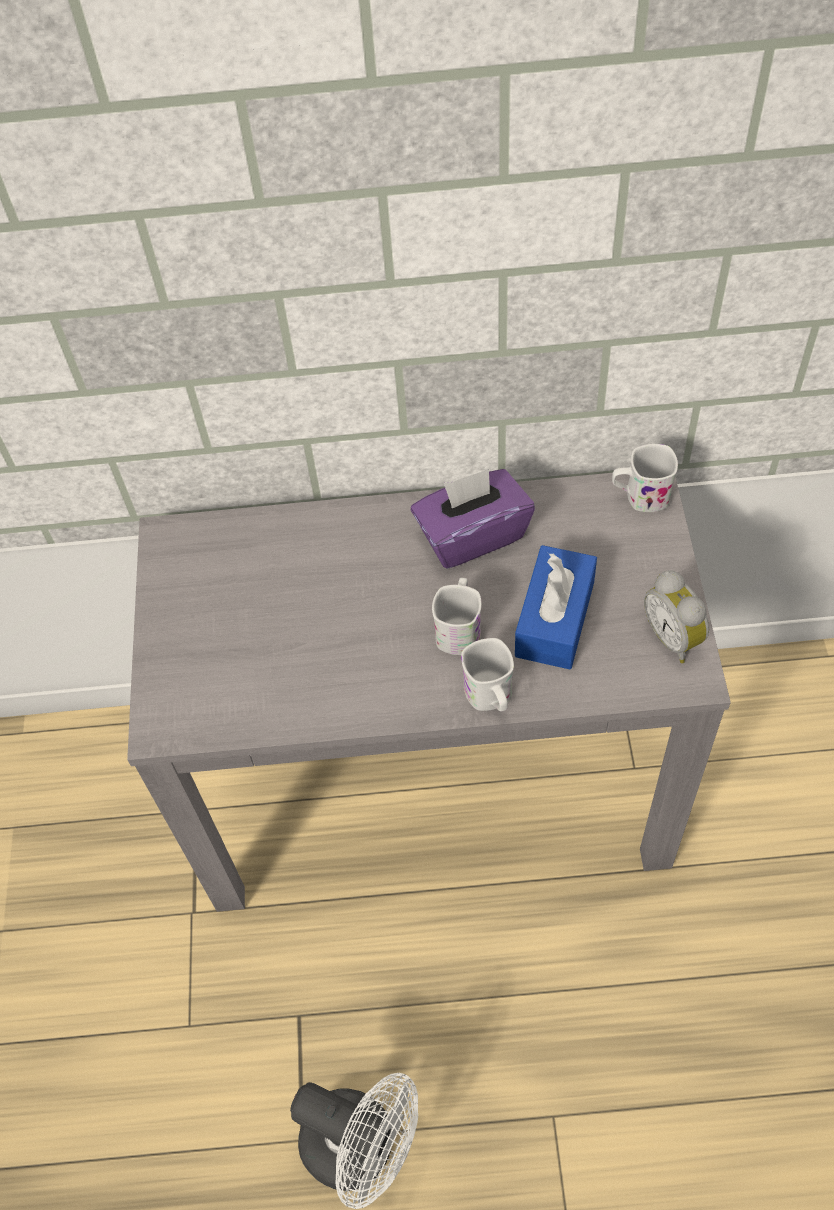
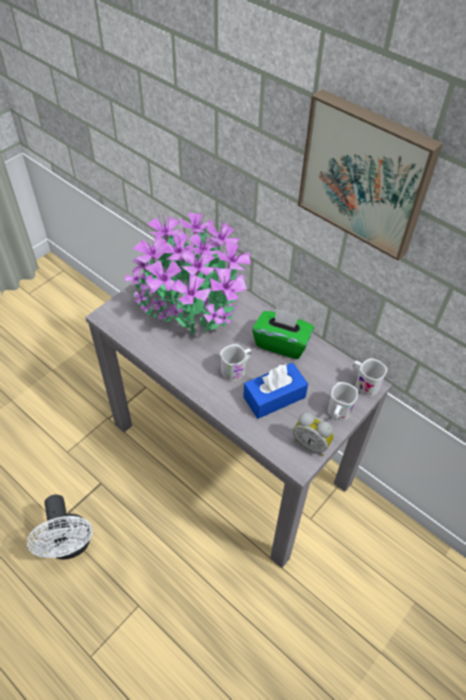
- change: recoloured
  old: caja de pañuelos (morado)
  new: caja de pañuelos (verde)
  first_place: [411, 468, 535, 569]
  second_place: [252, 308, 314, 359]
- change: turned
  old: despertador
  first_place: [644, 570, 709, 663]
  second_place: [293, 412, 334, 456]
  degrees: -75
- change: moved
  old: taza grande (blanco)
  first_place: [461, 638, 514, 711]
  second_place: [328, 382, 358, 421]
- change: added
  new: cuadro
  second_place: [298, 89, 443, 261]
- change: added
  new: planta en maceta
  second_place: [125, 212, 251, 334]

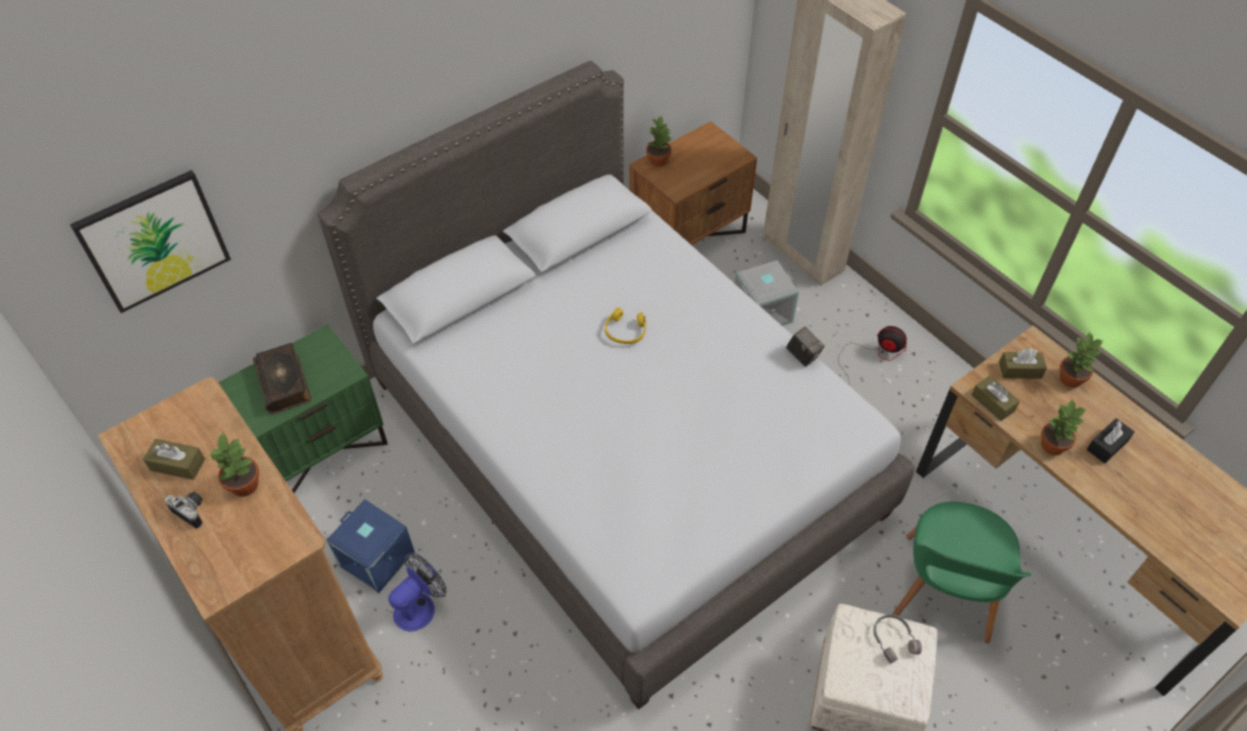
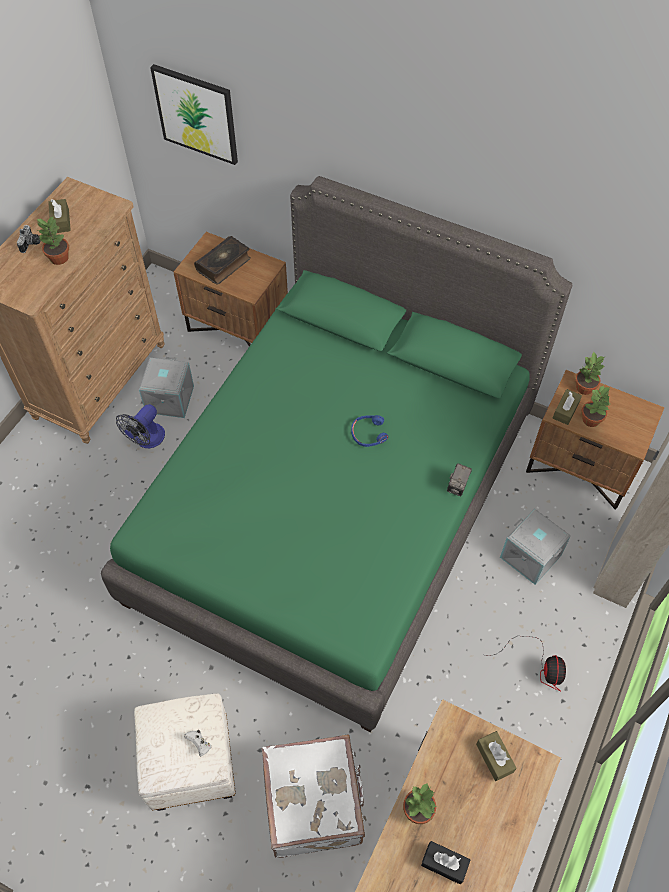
- change: recoloured
  old: cama (gris)
  new: cama (verde)
  first_place: [318, 61, 915, 710]
  second_place: [101, 176, 573, 732]
- change: recoloured
  old: auriculares (amarillo)
  new: auriculares (azul)
  first_place: [605, 307, 646, 344]
  second_place: [351, 415, 389, 447]
- change: recoloured
  old: mesita de noche (verde)
  new: mesita de noche (marrón)
  first_place: [218, 324, 388, 493]
  second_place: [174, 232, 288, 346]
- change: moved
  old: cámara
  first_place: [786, 327, 825, 367]
  second_place: [447, 463, 472, 496]
- change: moved
  old: planta en maceta
  first_place: [1060, 331, 1104, 388]
  second_place: [581, 385, 610, 427]
- change: moved
  old: caja de pañuelos (marrón)
  first_place: [972, 376, 1020, 421]
  second_place: [553, 389, 582, 425]
- change: recoloured
  old: caja de almacenaje (azul)
  new: caja de almacenaje (gris)
  first_place: [327, 500, 415, 593]
  second_place: [139, 357, 194, 418]
- change: replaced
  old: silla (verde)
  new: maleta (blanco)
  first_place: [893, 502, 1031, 644]
  second_place: [262, 734, 367, 858]
- change: turned
  old: ventilador
  first_place: [388, 553, 446, 632]
  second_place: [116, 404, 165, 449]
  degrees: 105
- change: replaced
  old: auriculares (gris)
  new: mando de consola (blanco)
  first_place: [874, 614, 922, 664]
  second_place: [184, 730, 211, 756]

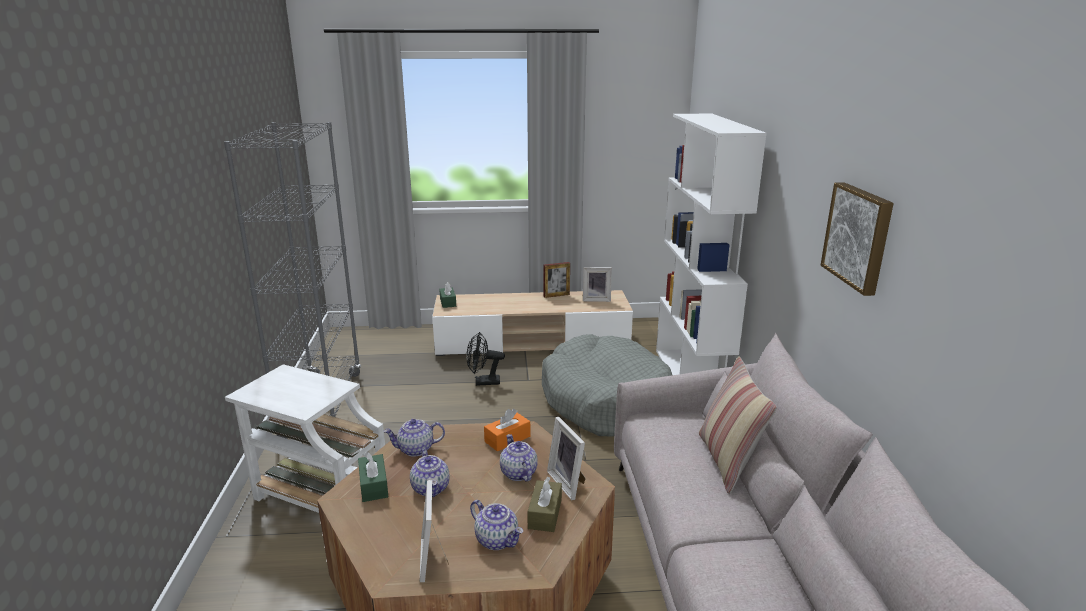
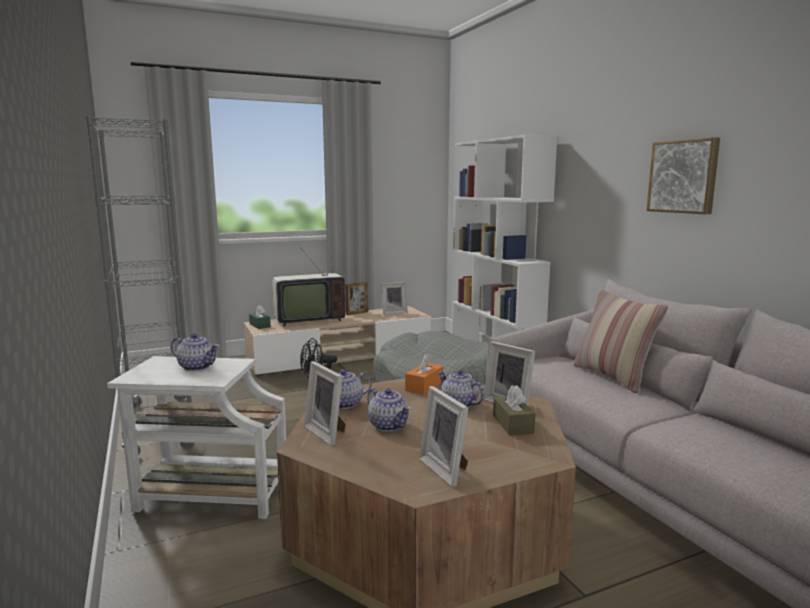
- change: replaced
  old: caja de pañuelos (verde)
  new: portarretratos
  first_place: [358, 452, 389, 502]
  second_place: [304, 361, 346, 446]
- change: moved
  old: tetera
  first_place: [470, 500, 523, 550]
  second_place: [171, 333, 219, 371]
- change: added
  new: televisor
  second_place: [272, 242, 345, 327]

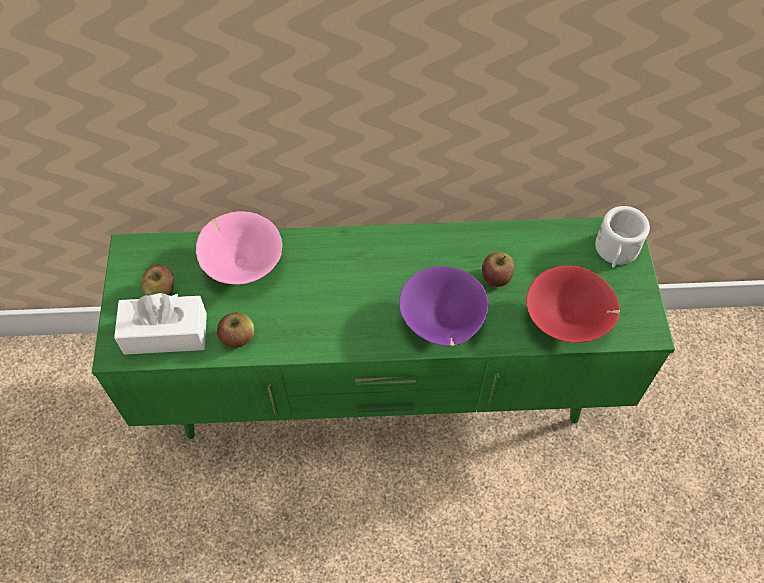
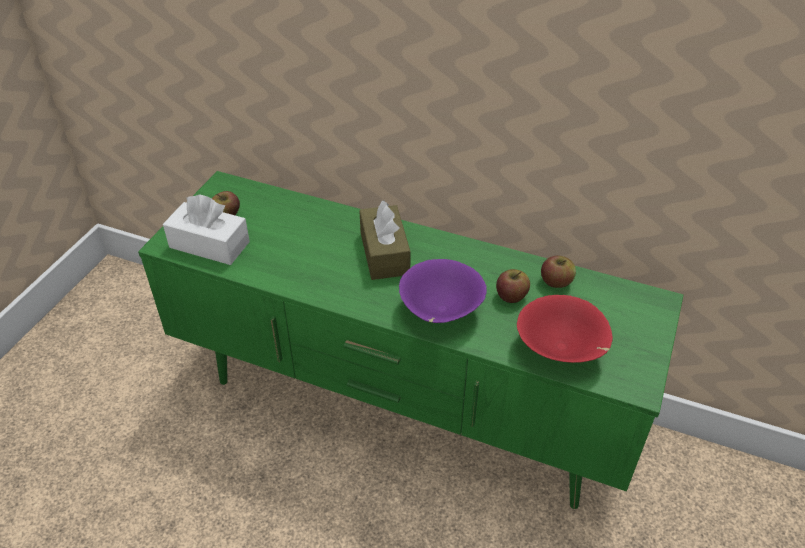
- change: removed
  old: taza grande (blanco)
  first_place: [595, 206, 650, 268]
- change: removed
  old: cuenco (rosa)
  first_place: [196, 211, 282, 285]
- change: moved
  old: manzana
  first_place: [217, 312, 254, 348]
  second_place: [541, 256, 576, 288]
- change: added
  new: caja de pañuelos (marrón)
  second_place: [359, 200, 411, 280]

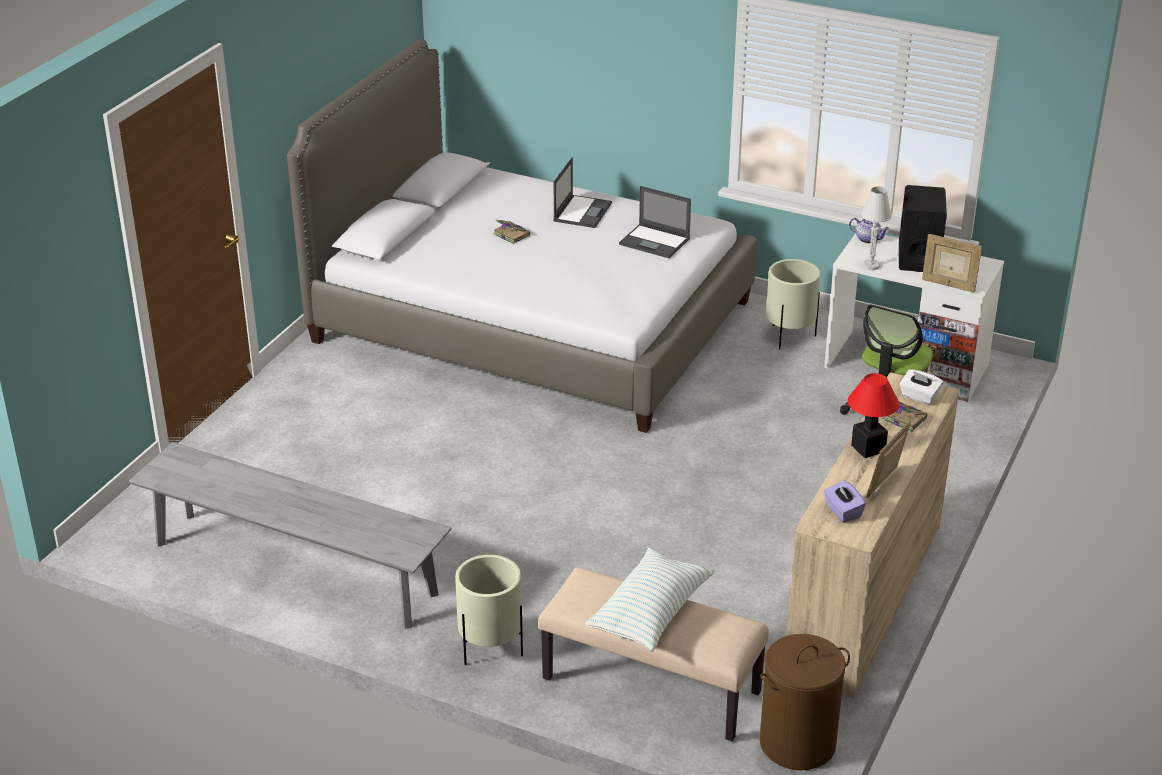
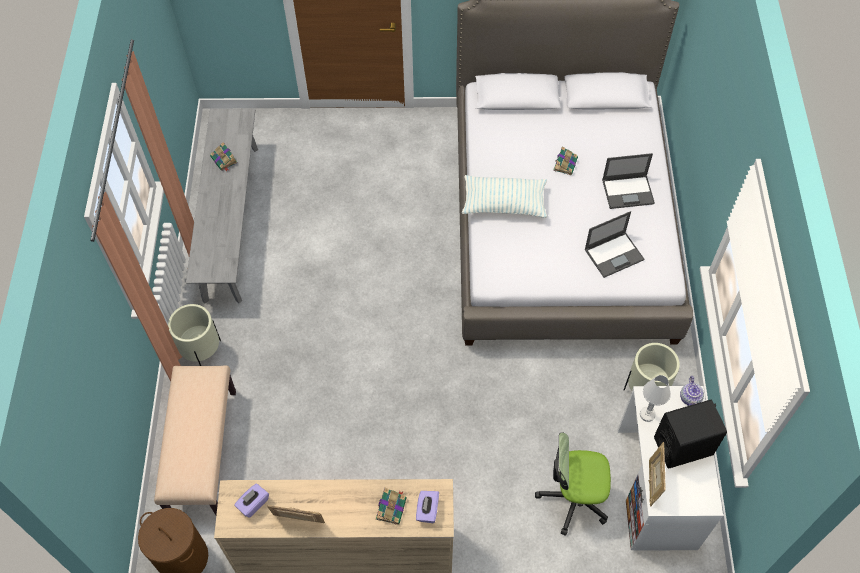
- change: turned
  old: portátil
  first_place: [619, 186, 691, 258]
  second_place: [584, 211, 644, 278]
  degrees: -120
- change: recoloured
  old: caja de pañuelos (blanco)
  new: caja de pañuelos (morado)
  first_place: [900, 370, 943, 405]
  second_place: [416, 491, 439, 523]
- change: removed
  old: lámpara de mesa
  first_place: [848, 373, 899, 458]
- change: moved
  old: cojín
  first_place: [585, 548, 714, 652]
  second_place: [462, 175, 547, 218]
- change: added
  new: libro
  second_place: [210, 142, 238, 172]

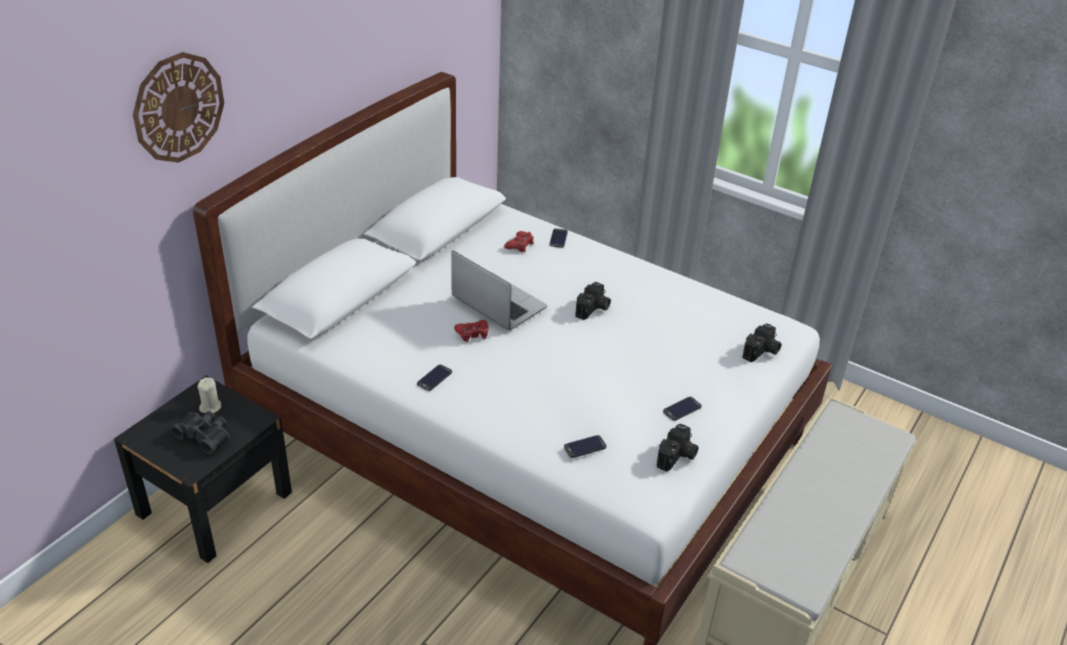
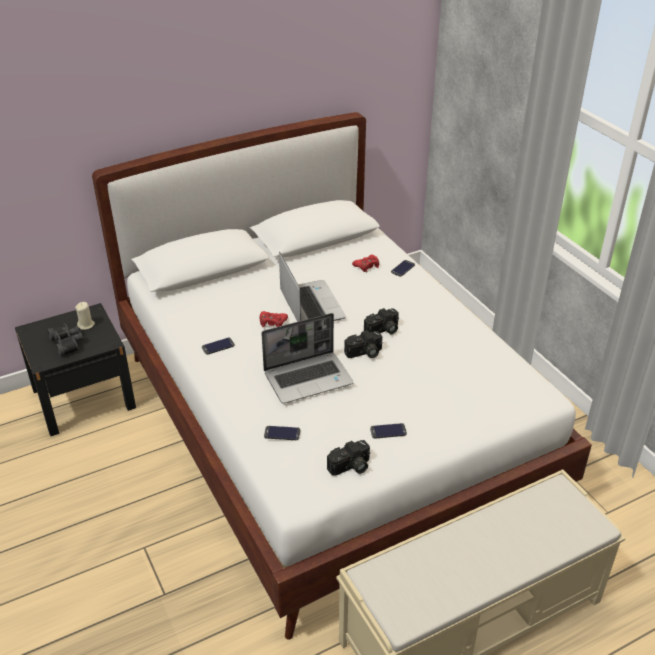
- change: removed
  old: reloj de pared
  first_place: [133, 52, 224, 163]
- change: moved
  old: cámara
  first_place: [743, 324, 782, 362]
  second_place: [344, 330, 383, 358]
- change: added
  new: portátil
  second_place: [261, 313, 354, 404]

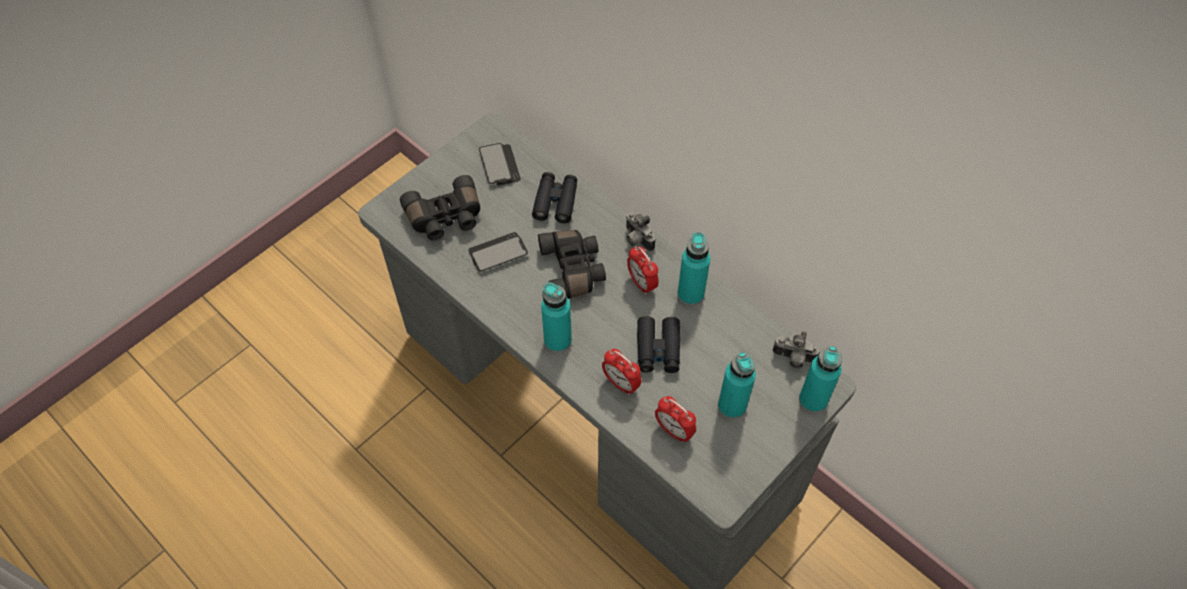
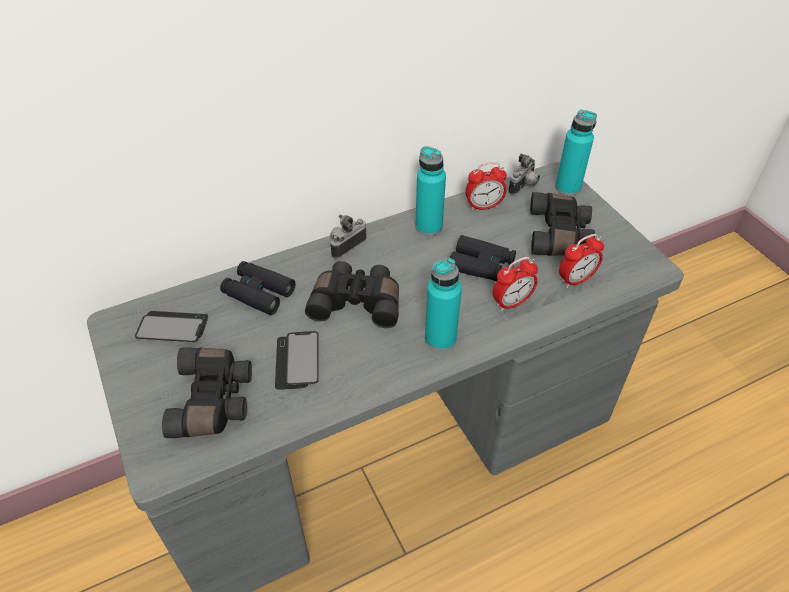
- change: turned
  old: cámara
  first_place: [626, 212, 655, 251]
  second_place: [329, 215, 367, 259]
  degrees: 150
- change: moved
  old: despertador
  first_place: [627, 246, 659, 295]
  second_place: [465, 162, 507, 211]
- change: replaced
  old: botella (turquesa)
  new: prismáticos (negro)
  first_place: [718, 352, 756, 419]
  second_place: [530, 192, 595, 256]

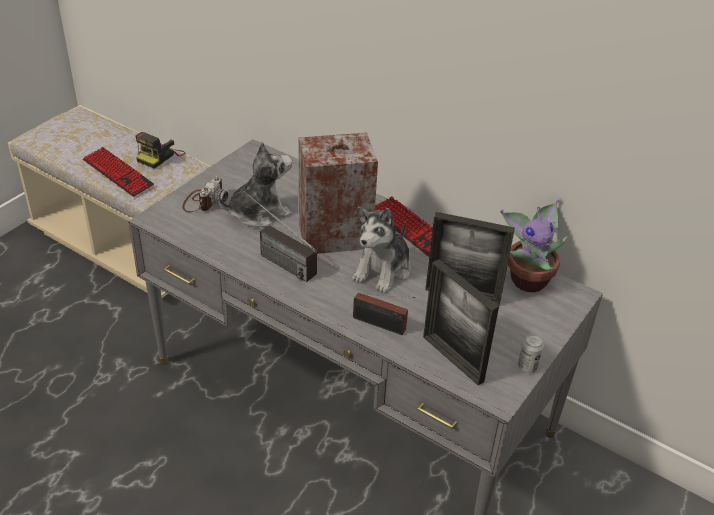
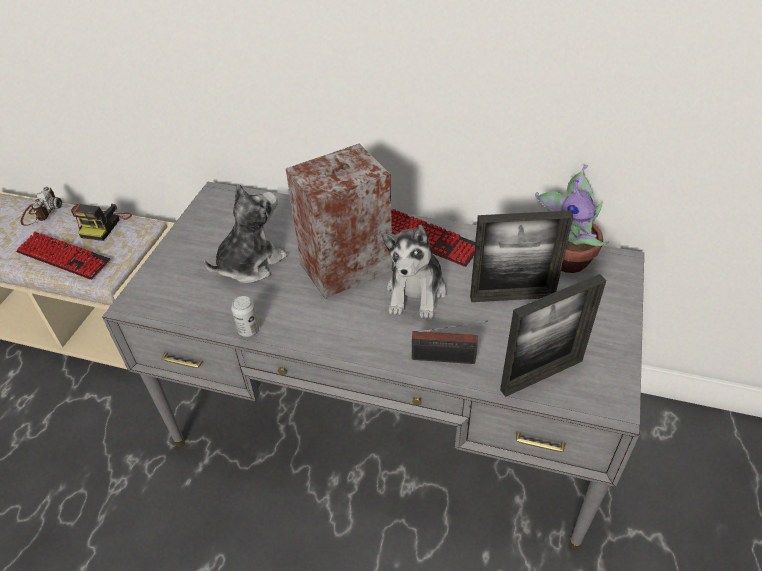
- change: moved
  old: cámara
  first_place: [182, 176, 228, 212]
  second_place: [21, 187, 62, 226]
- change: removed
  old: radio
  first_place: [243, 191, 317, 282]
- change: turned
  old: portarretratos
  first_place: [423, 259, 499, 386]
  second_place: [500, 274, 606, 397]
  degrees: -60
- change: moved
  old: lata
  first_place: [518, 334, 544, 373]
  second_place: [231, 296, 259, 337]

